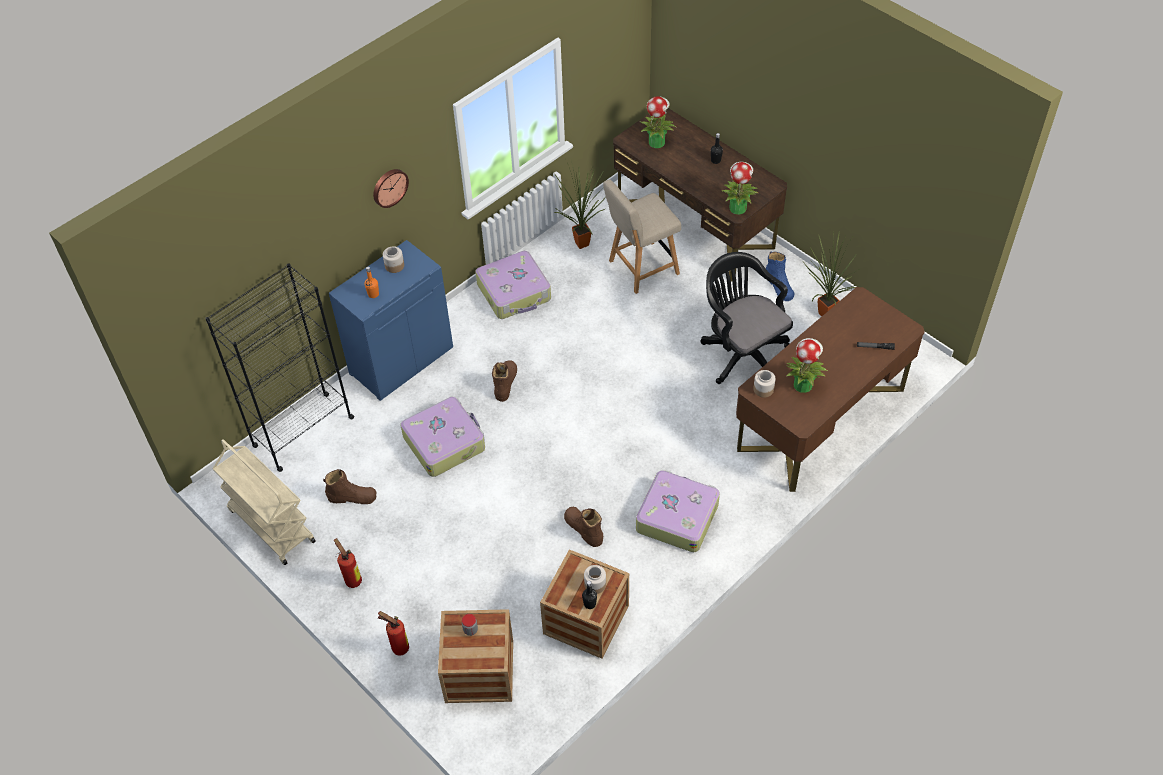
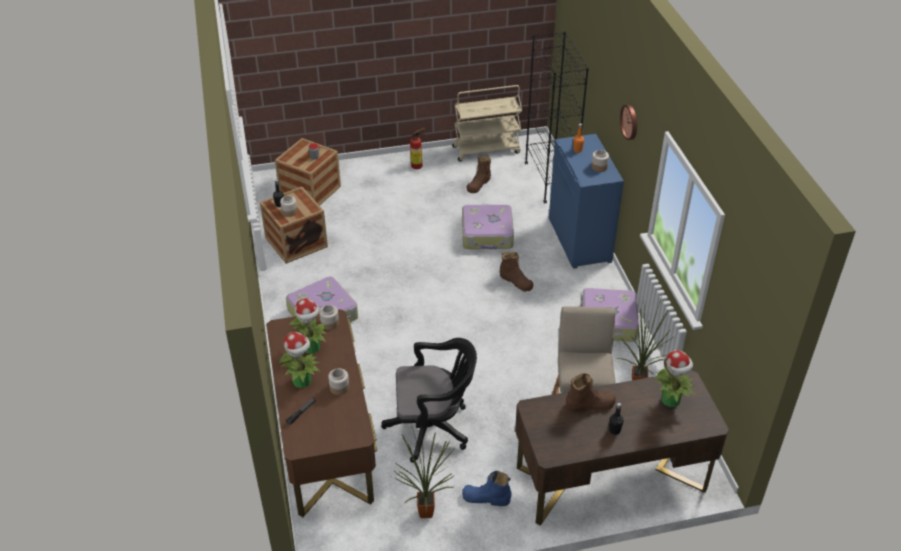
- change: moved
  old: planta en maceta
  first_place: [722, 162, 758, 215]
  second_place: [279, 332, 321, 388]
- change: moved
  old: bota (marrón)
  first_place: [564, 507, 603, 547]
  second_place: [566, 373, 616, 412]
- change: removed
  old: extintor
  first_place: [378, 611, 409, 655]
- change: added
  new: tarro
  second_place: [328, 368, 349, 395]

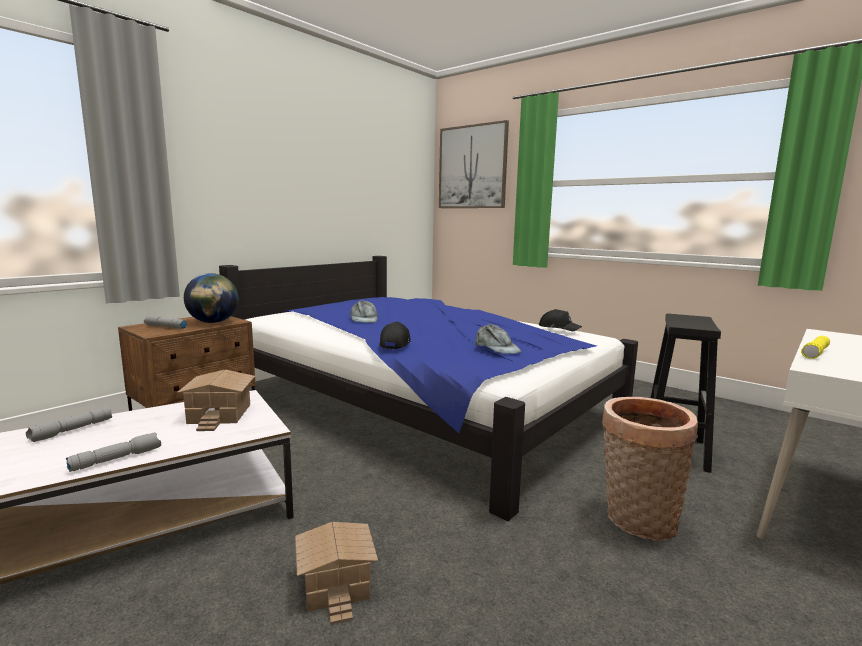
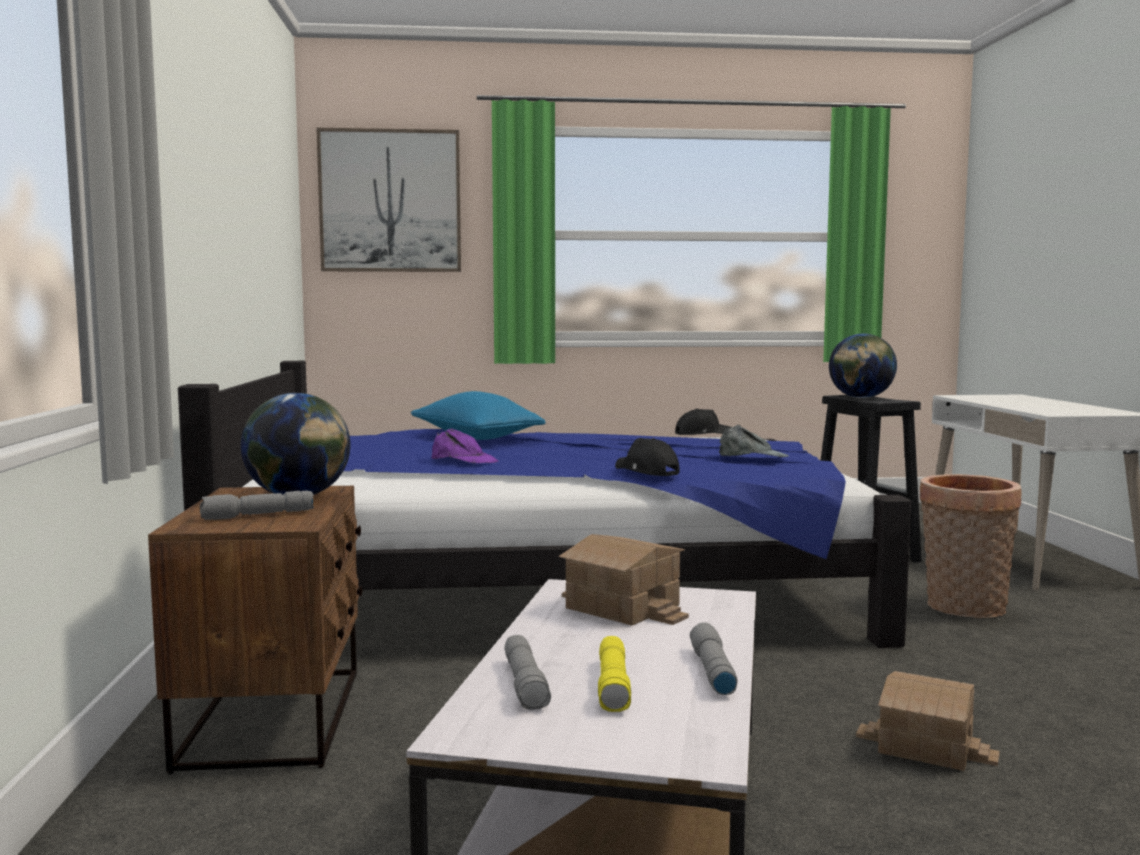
- change: recoloured
  old: gorra (gris)
  new: gorra (morado)
  first_place: [350, 300, 378, 323]
  second_place: [431, 428, 498, 463]
- change: moved
  old: linterna (amarillo)
  first_place: [801, 336, 830, 359]
  second_place: [598, 636, 631, 712]
- change: added
  new: globo terráqueo
  second_place: [829, 333, 897, 398]
- change: added
  new: cojín (azul)
  second_place: [411, 391, 546, 440]

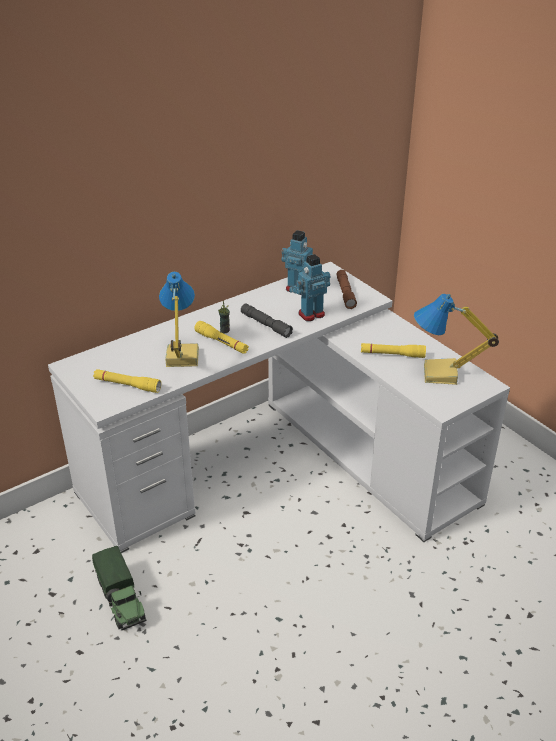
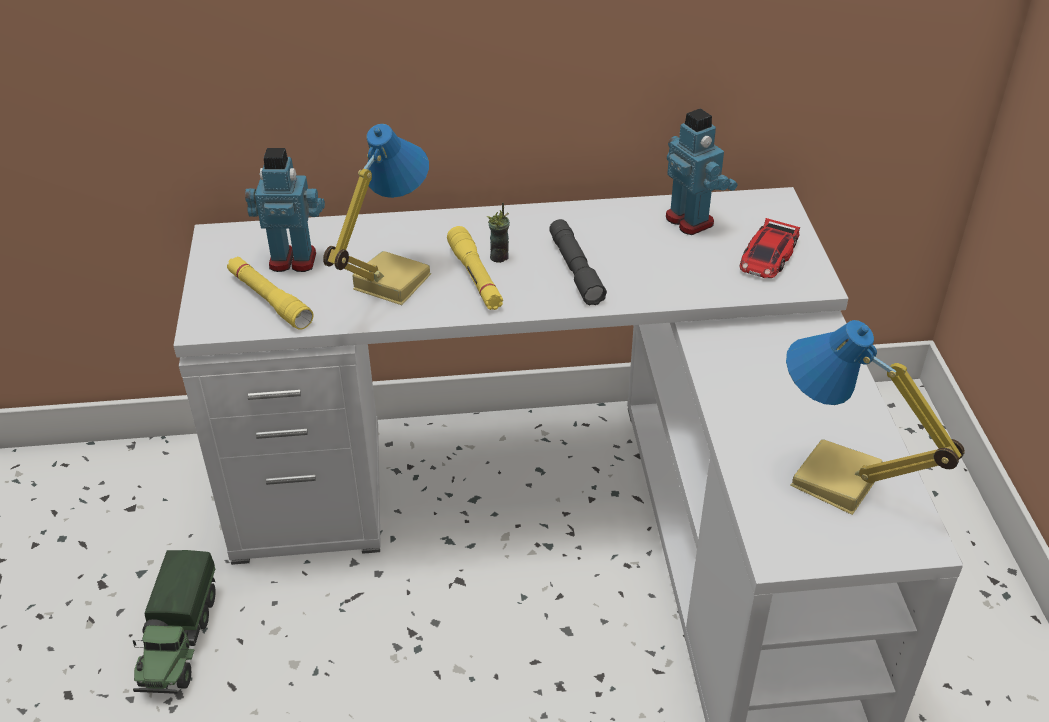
- change: moved
  old: robot de juguete
  first_place: [289, 254, 330, 321]
  second_place: [245, 148, 325, 272]
- change: replaced
  old: linterna (marrón)
  new: coche de juguete
  first_place: [337, 270, 357, 309]
  second_place: [740, 218, 800, 278]
- change: removed
  old: linterna (amarillo)
  first_place: [361, 343, 426, 358]

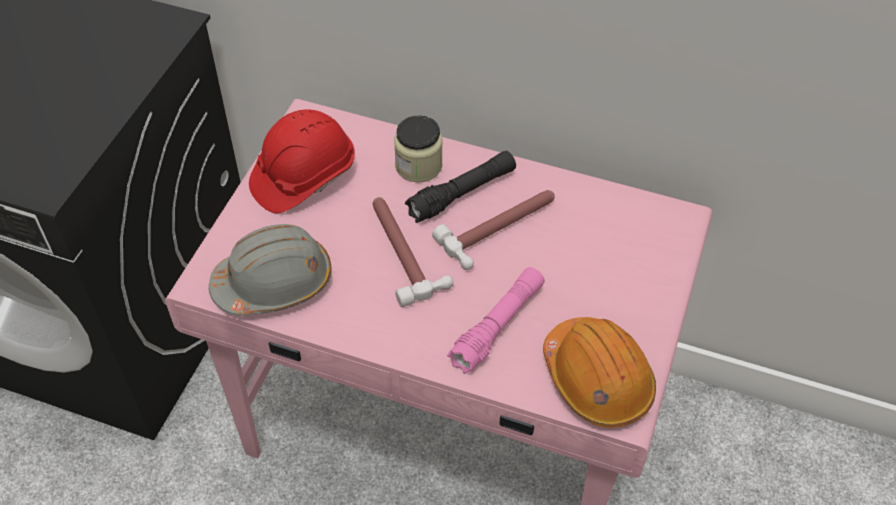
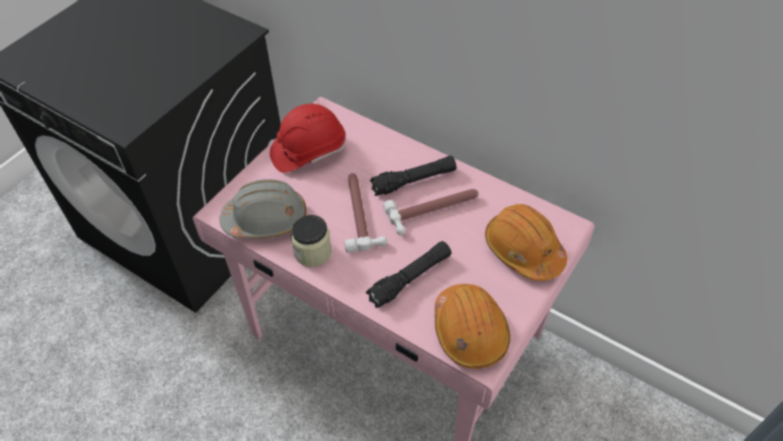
- change: moved
  old: tarro
  first_place: [394, 115, 443, 182]
  second_place: [291, 215, 332, 267]
- change: recoloured
  old: linterna (rosa)
  new: linterna (negro)
  first_place: [447, 267, 545, 374]
  second_place: [366, 241, 451, 308]
- change: added
  new: casco (naranja)
  second_place: [485, 204, 567, 281]

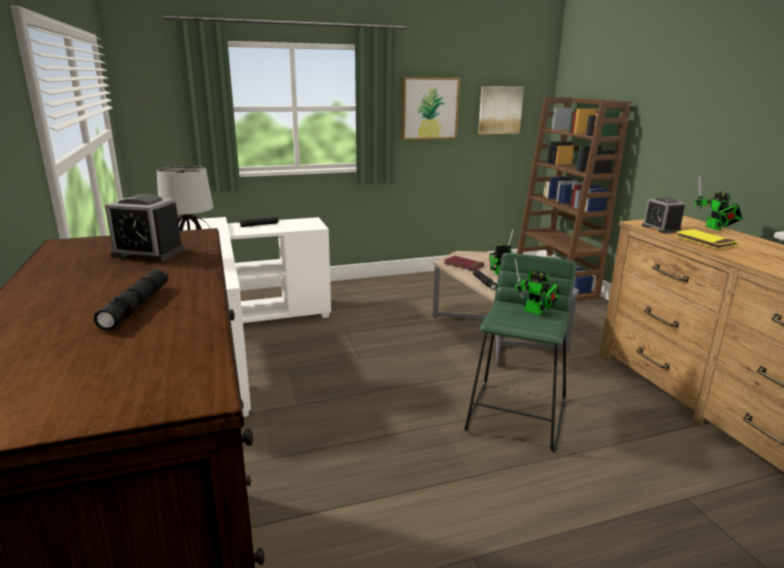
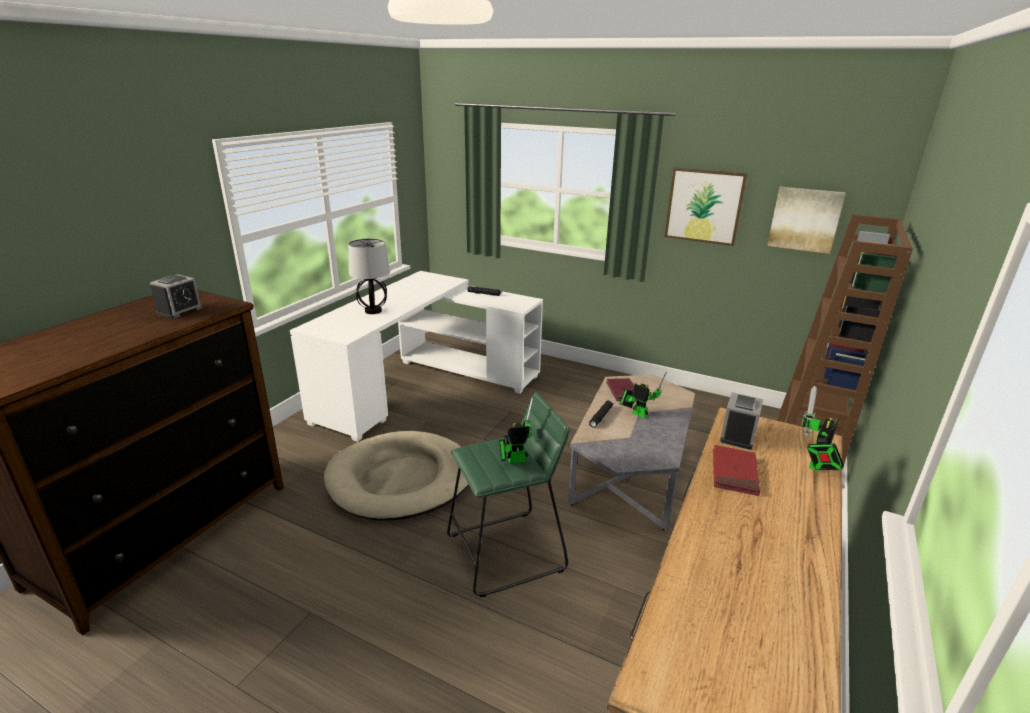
- change: turned
  old: despertador
  first_place: [105, 194, 185, 261]
  second_place: [150, 274, 203, 319]
  degrees: -120
- change: recoloured
  old: libro (amarillo)
  new: libro (rojo)
  first_place: [675, 229, 737, 249]
  second_place: [713, 445, 760, 496]
- change: turned
  old: robot de juguete
  first_place: [515, 258, 559, 315]
  second_place: [499, 397, 533, 464]
  degrees: 90
- change: removed
  old: linterna (negro)
  first_place: [94, 269, 169, 331]
- change: added
  new: cama para perro (beis)
  second_place: [324, 431, 469, 521]

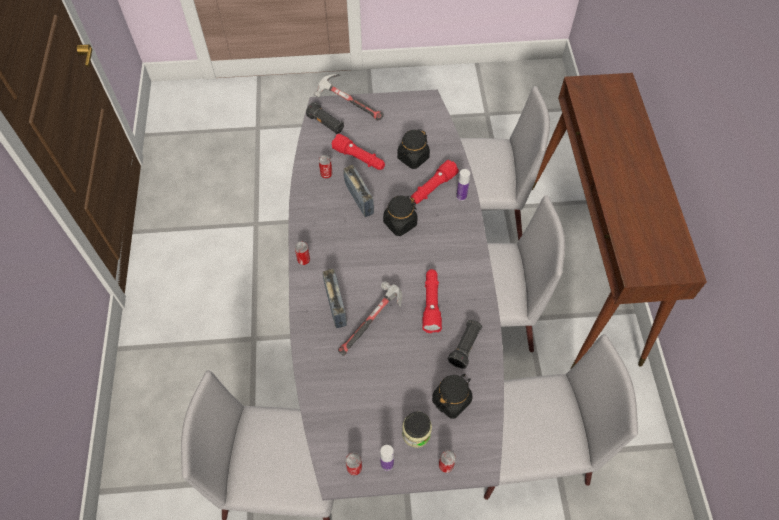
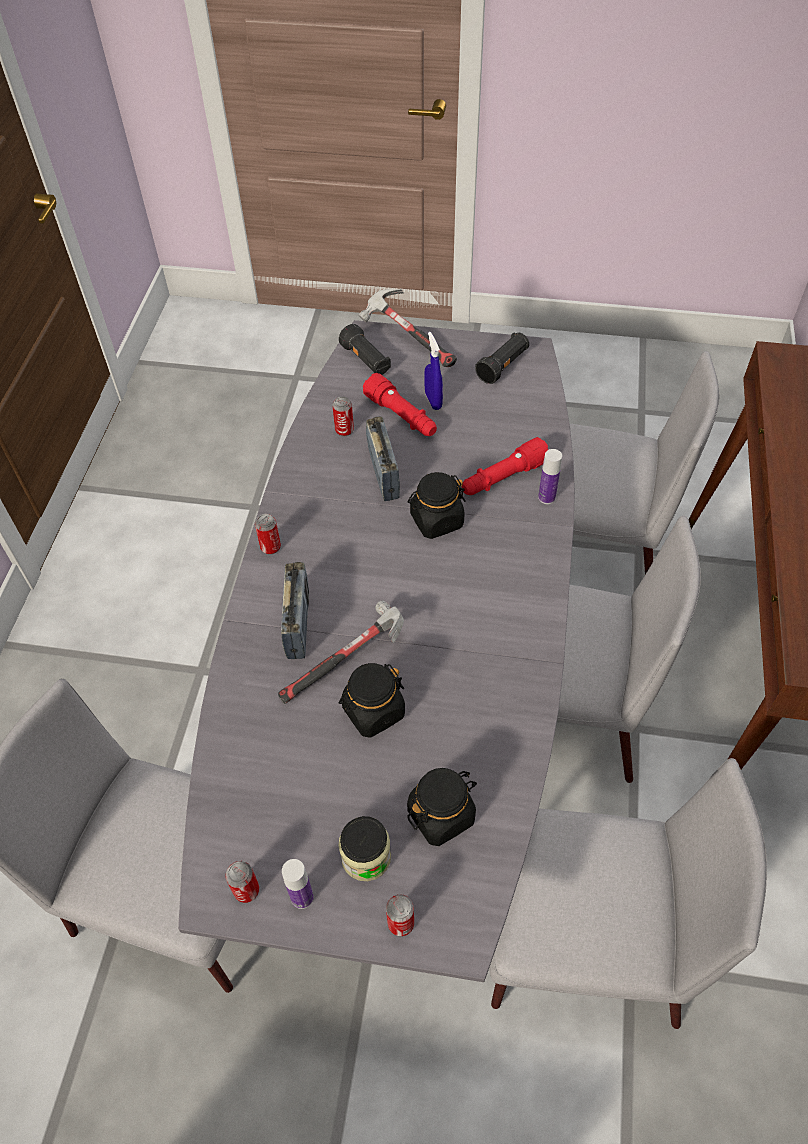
- change: moved
  old: tarro (negro)
  first_place: [397, 129, 430, 169]
  second_place: [339, 663, 405, 738]
- change: removed
  old: linterna (rojo)
  first_place: [422, 269, 442, 333]
- change: moved
  old: linterna (negro)
  first_place: [448, 320, 482, 369]
  second_place: [475, 332, 529, 384]
- change: added
  new: pulverizador (azul)
  second_place: [425, 332, 443, 410]

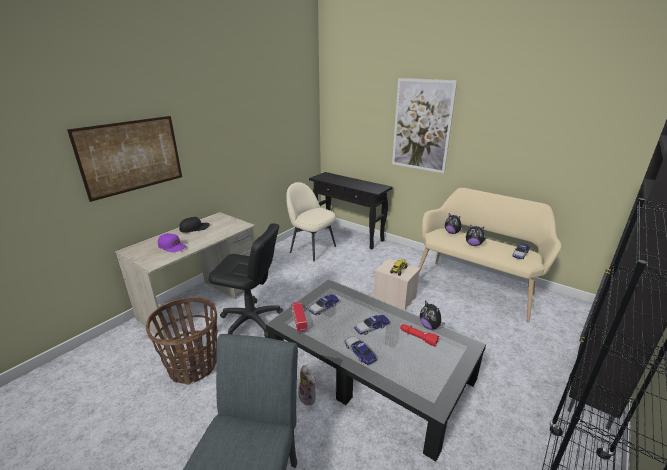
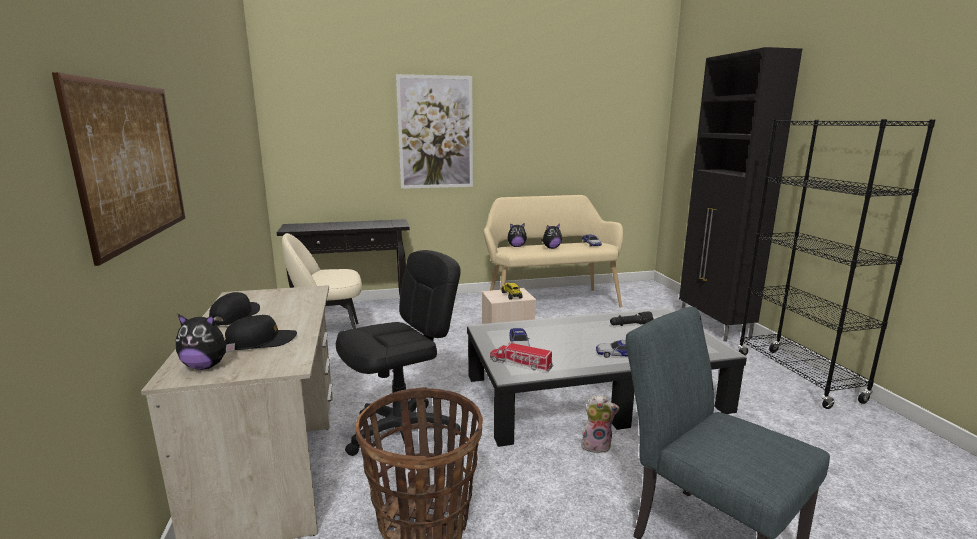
- change: recoloured
  old: gorra (morado)
  new: gorra (negro)
  first_place: [158, 233, 187, 252]
  second_place: [225, 315, 297, 350]
- change: moved
  old: peluche
  first_place: [420, 301, 445, 330]
  second_place: [176, 314, 235, 370]
- change: removed
  old: coche de juguete
  first_place: [354, 315, 390, 335]
- change: recoloured
  old: linterna (rojo)
  new: linterna (negro)
  first_place: [400, 324, 439, 347]
  second_place: [610, 311, 654, 326]

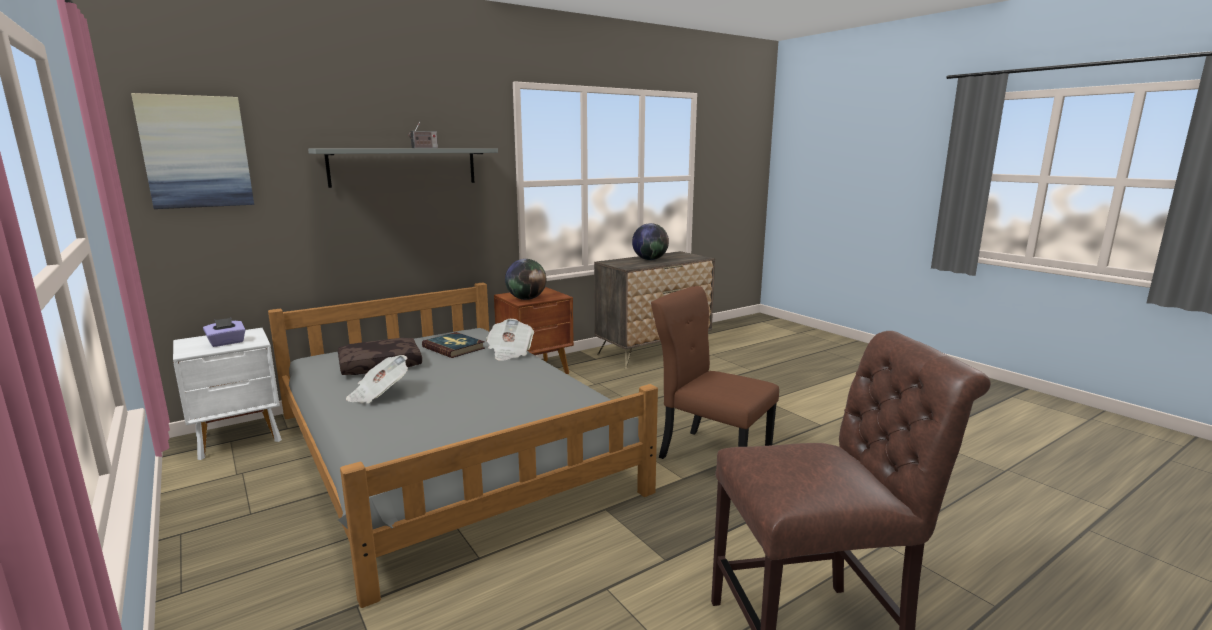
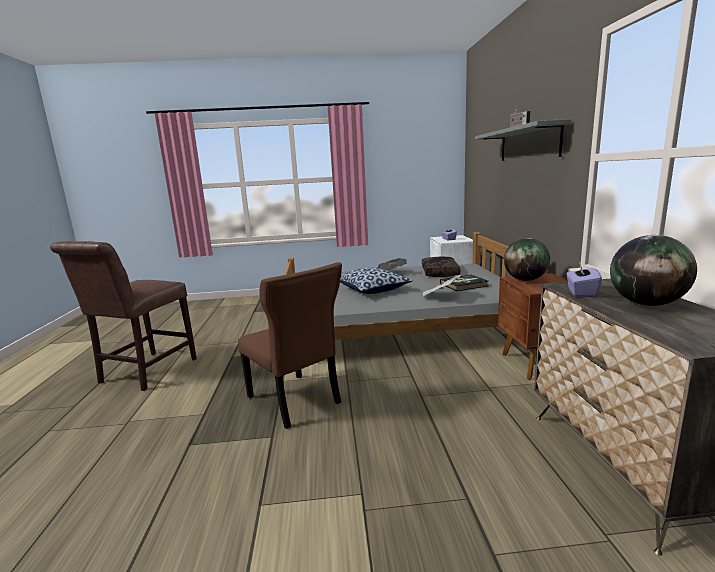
- change: removed
  old: cuadro
  first_place: [131, 93, 254, 209]
- change: turned
  old: silla (marrón)
  first_place: [651, 286, 779, 459]
  second_place: [238, 262, 342, 429]
  degrees: 75
- change: added
  new: caja de pañuelos (morado)
  second_place: [566, 263, 602, 297]
- change: added
  new: cojín
  second_place: [340, 267, 413, 294]

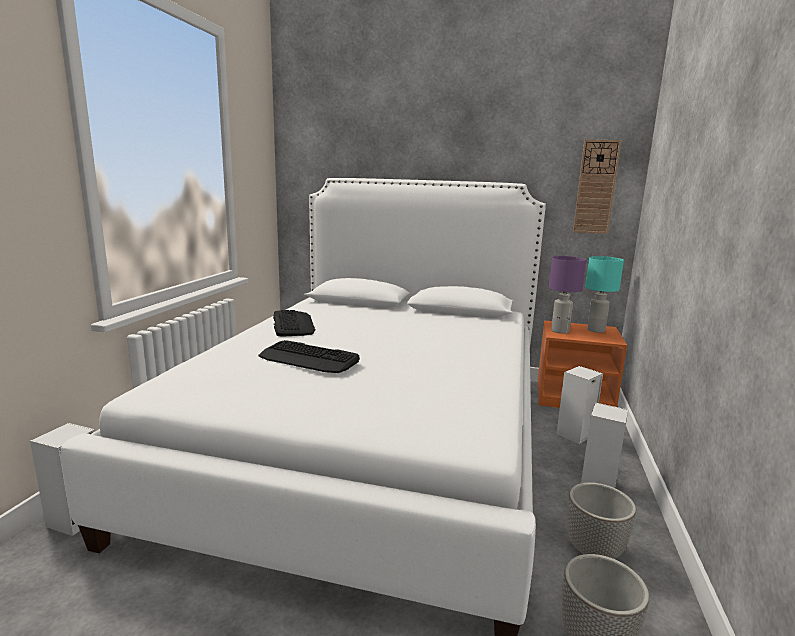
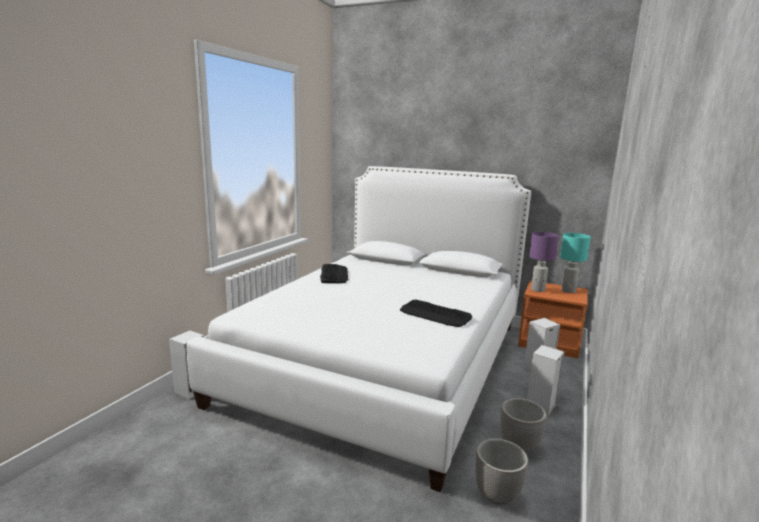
- change: removed
  old: reloj de pared
  first_place: [573, 140, 621, 234]
- change: moved
  old: teclado
  first_place: [258, 340, 360, 373]
  second_place: [400, 300, 472, 327]

